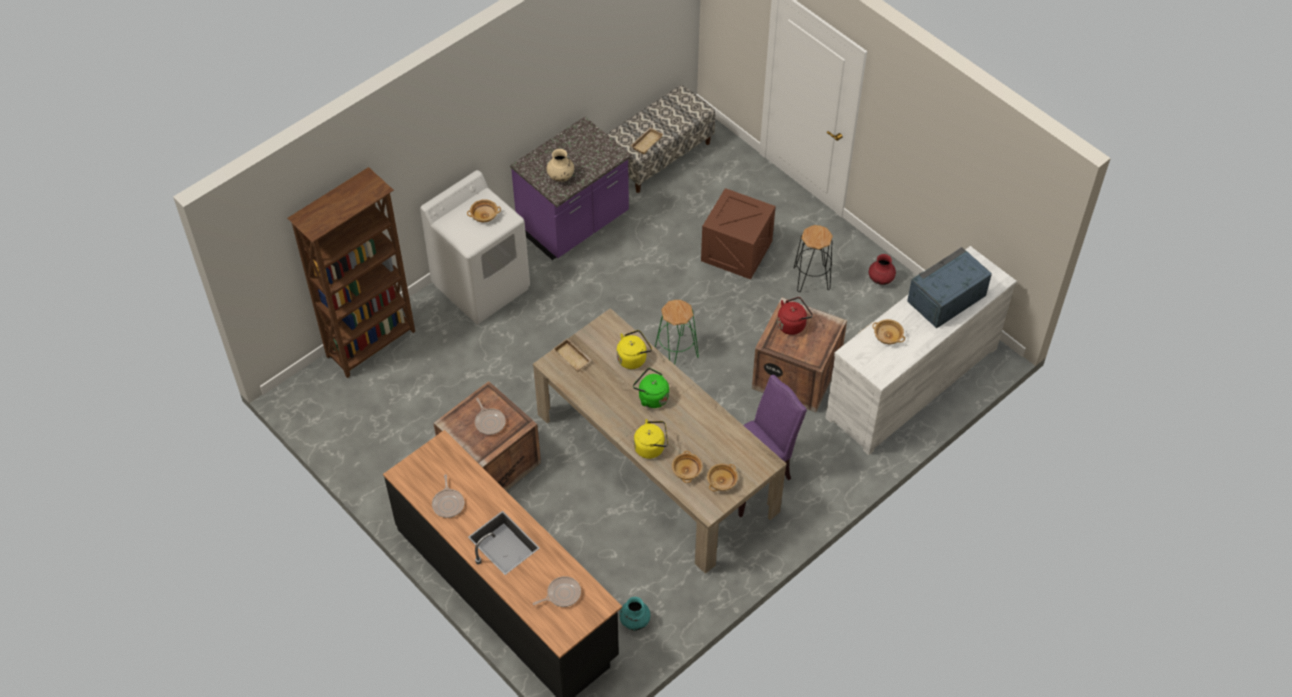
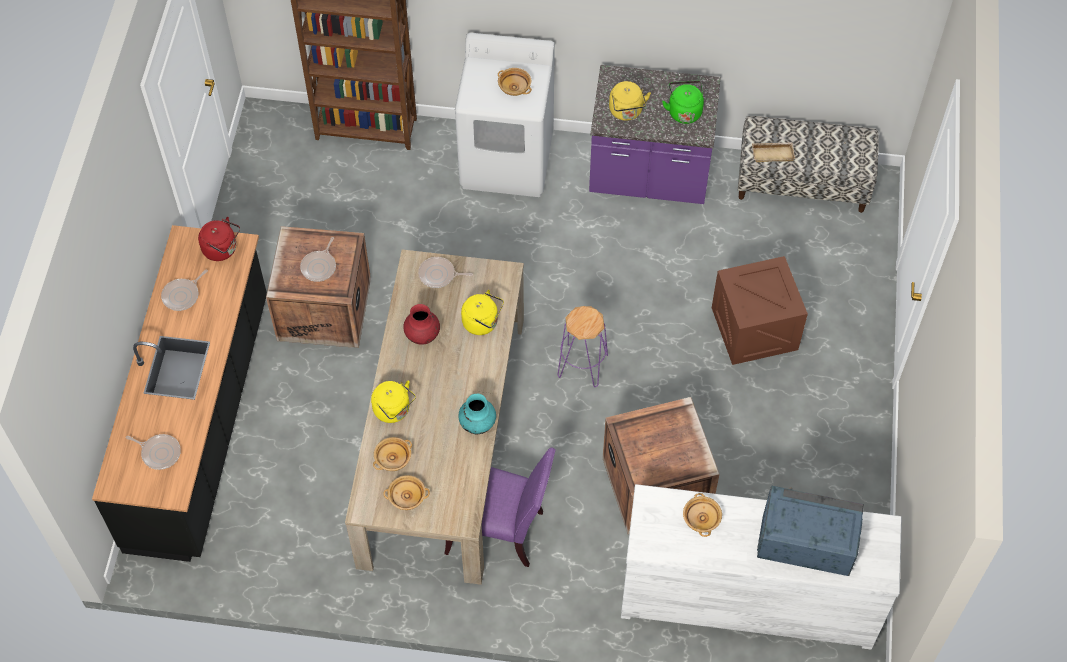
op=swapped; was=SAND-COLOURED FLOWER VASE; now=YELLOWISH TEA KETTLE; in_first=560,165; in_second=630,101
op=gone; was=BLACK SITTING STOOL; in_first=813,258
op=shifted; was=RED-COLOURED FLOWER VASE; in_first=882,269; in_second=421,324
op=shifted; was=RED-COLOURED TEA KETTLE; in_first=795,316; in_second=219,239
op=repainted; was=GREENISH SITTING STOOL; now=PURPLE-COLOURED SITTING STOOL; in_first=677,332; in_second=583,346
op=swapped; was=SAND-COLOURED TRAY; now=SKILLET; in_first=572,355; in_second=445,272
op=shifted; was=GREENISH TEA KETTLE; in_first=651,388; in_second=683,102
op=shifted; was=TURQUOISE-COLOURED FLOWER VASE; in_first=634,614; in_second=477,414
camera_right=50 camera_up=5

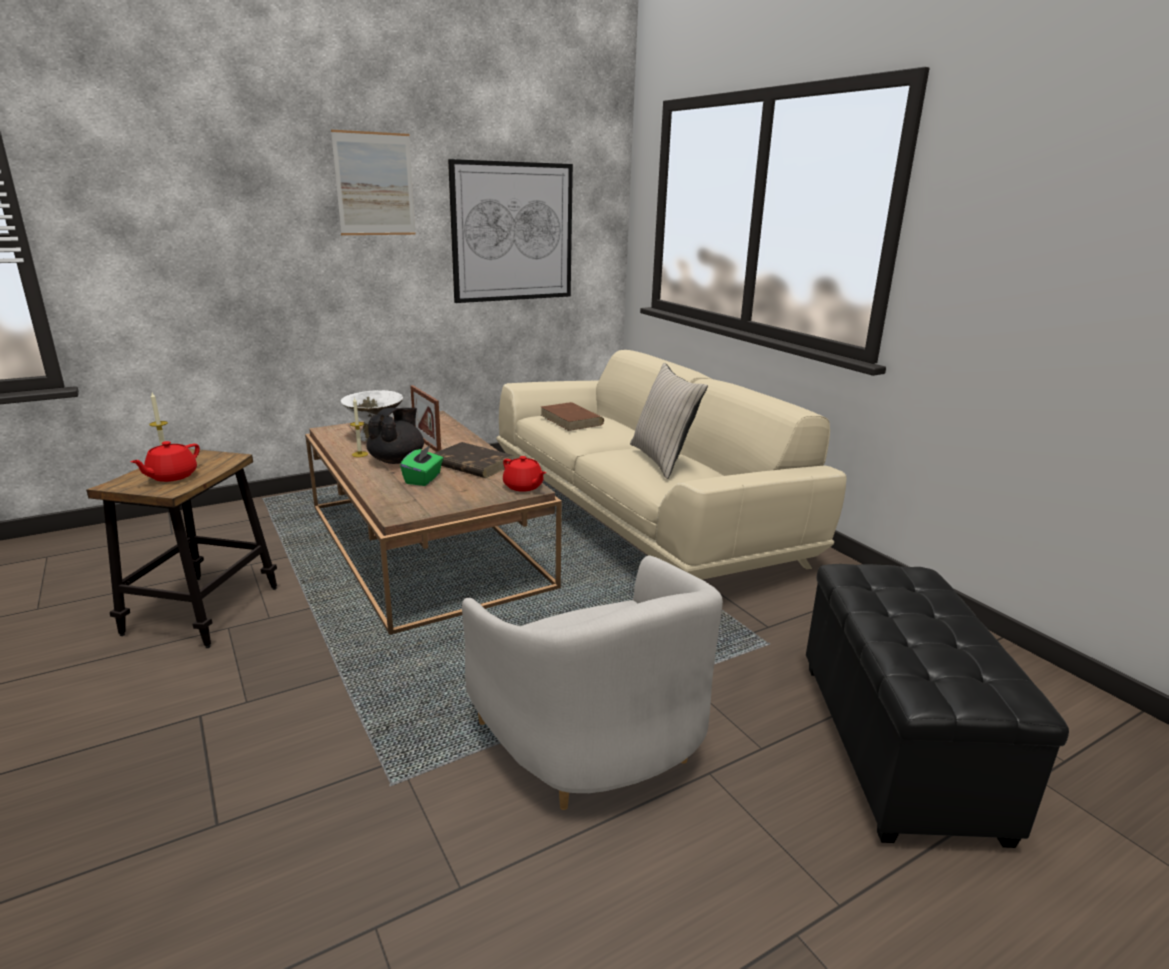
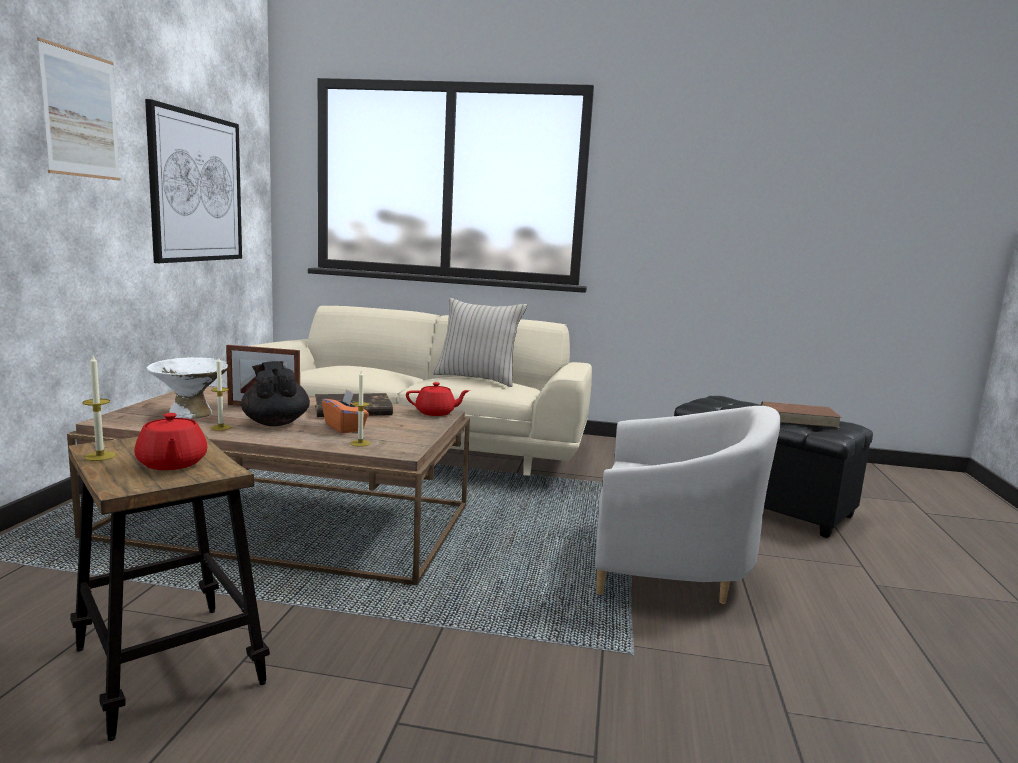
op=shifted; was=BROWN-COLOURED VOLUME; in_first=572,416; in_second=801,414
op=repainted; was=GREENISH BOX OF TISSUES; now=ORANGE BOX OF TISSUES; in_first=421,465; in_second=345,411
op=new; now=WAX CANDLE; in_second=360,409
camera_right=-50 camera_up=-10

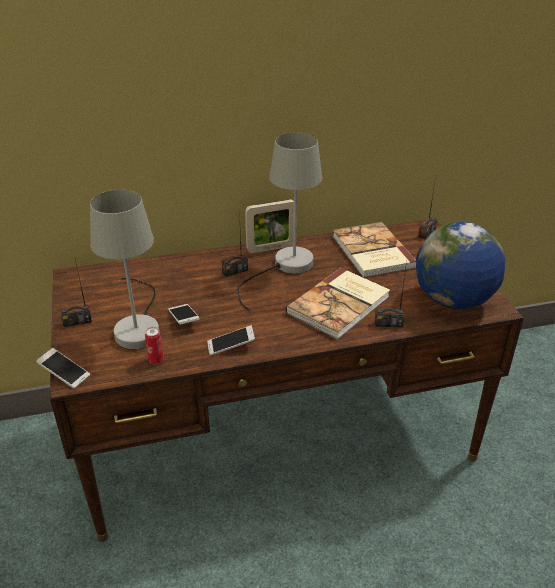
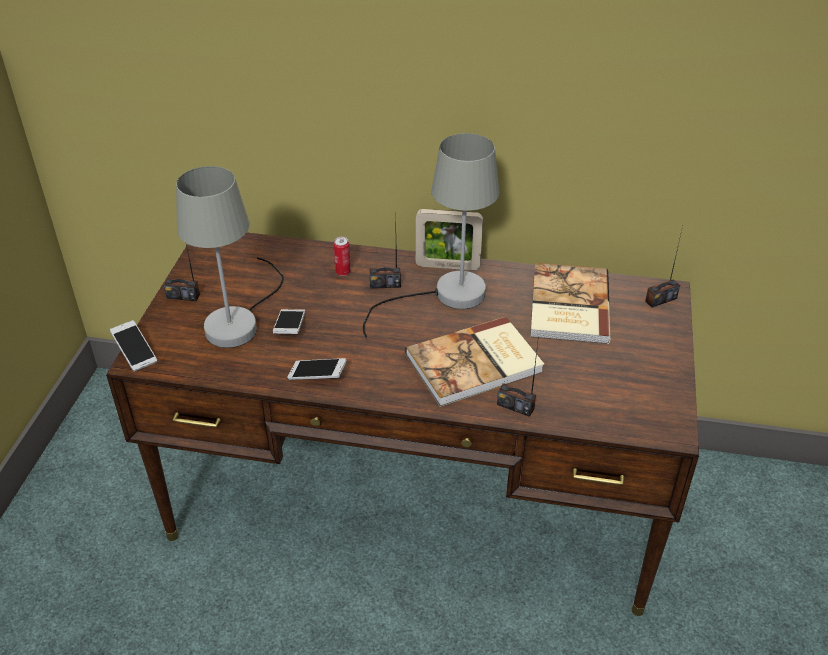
op=gone; was=WORLD GLOBE; in_first=460,265
op=shifted; was=SEALED CAN; in_first=154,345; in_second=342,256
camera_right=25 camera_up=5

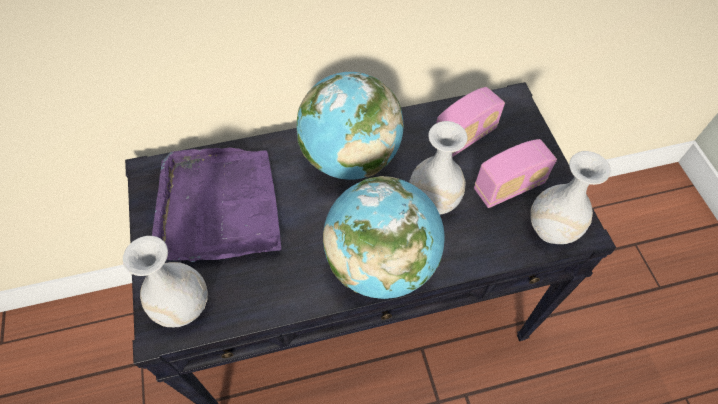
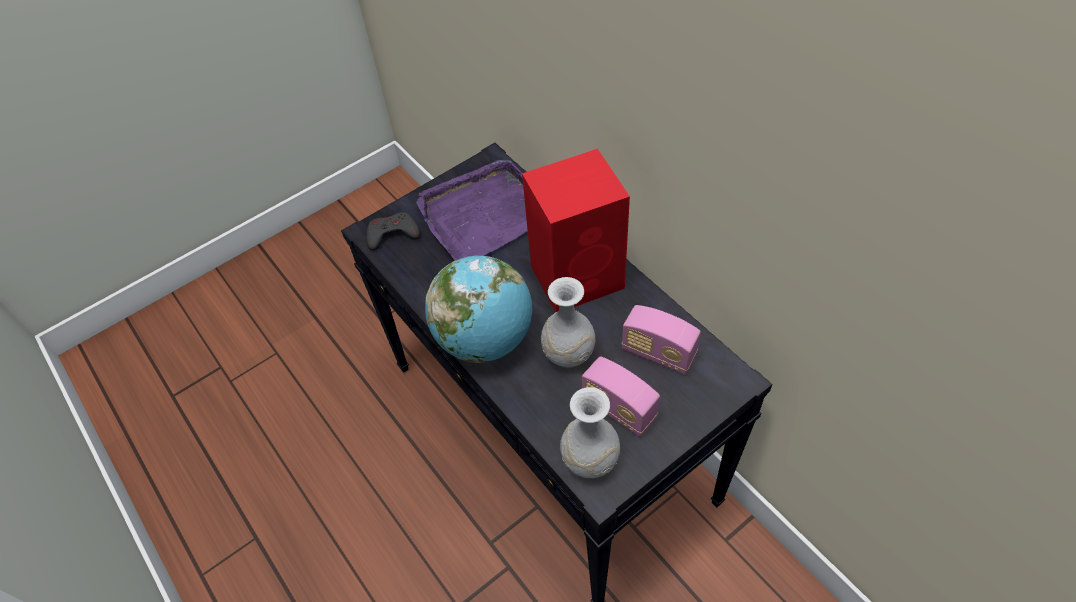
op=swapped; was=WORLD GLOBE; now=RED-COLOURED LOUDSPEAKER; in_first=350,126; in_second=576,230
op=swapped; was=WHITE-COLOURED FLOWER VASE; now=GRAY GAME CONTROLLER; in_first=165,281; in_second=393,231
camera_right=70 camera_up=-5

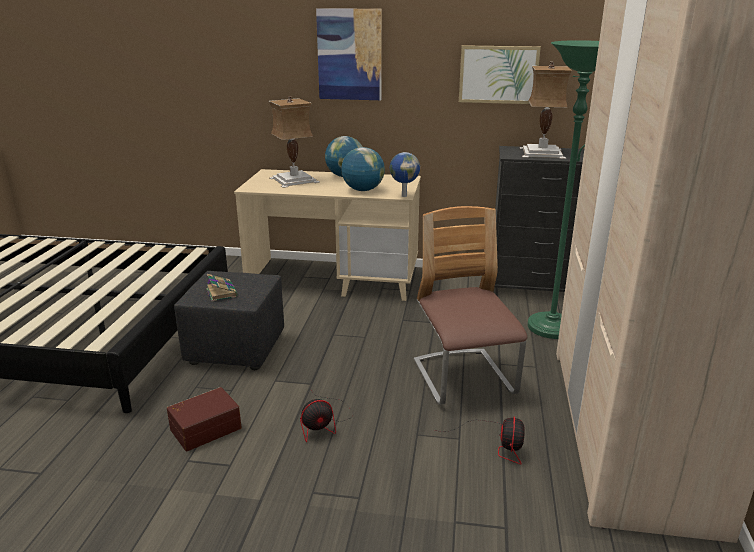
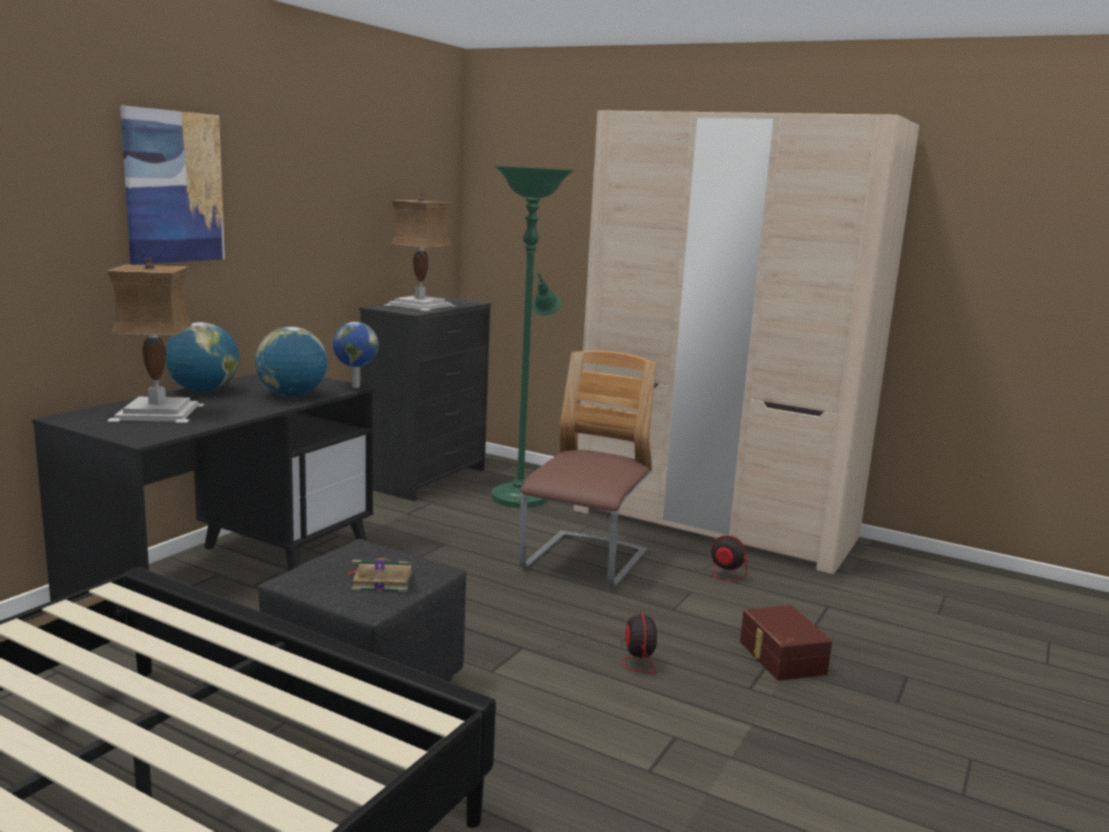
op=gone; was=WALL ART; in_first=500,74
op=repainted; was=SAND-COLOURED DESK UNIT; now=BLACK DESK UNIT; in_first=327,235; in_second=204,487
op=rotated; was=CHAIR; in_first=470,305; in_second=588,468; clockwise=105
op=shifted; was=BROWN-COLOURED STORAGE CONTAINER; in_first=204,419; in_second=786,643
camera_right=-70 camera_up=-10

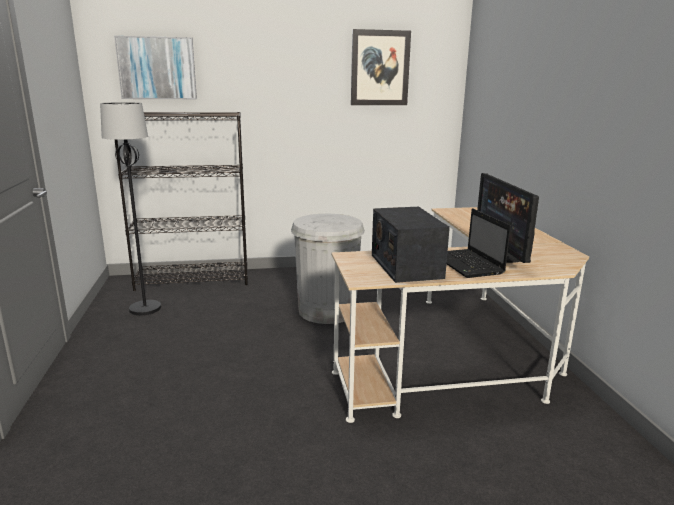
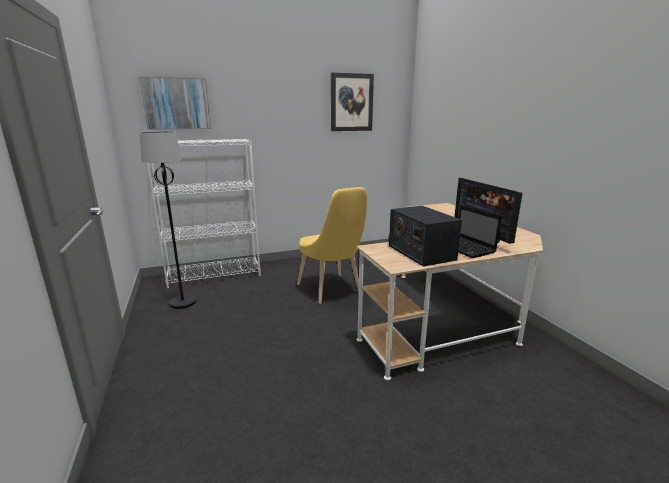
op=repainted; was=BLACK SHELVING UNIT; now=WHITE-COLOURED SHELVING UNIT; in_first=181,201; in_second=204,213
op=swapped; was=WHITE-COLOURED WASTE BIN; now=YELLOWISH CHAIR; in_first=328,269; in_second=332,245
camera_right=-10 camera_up=0

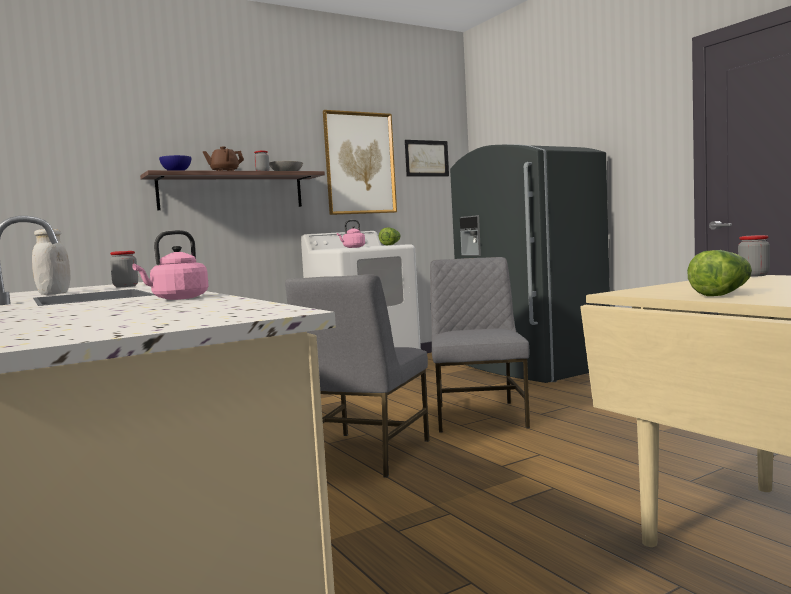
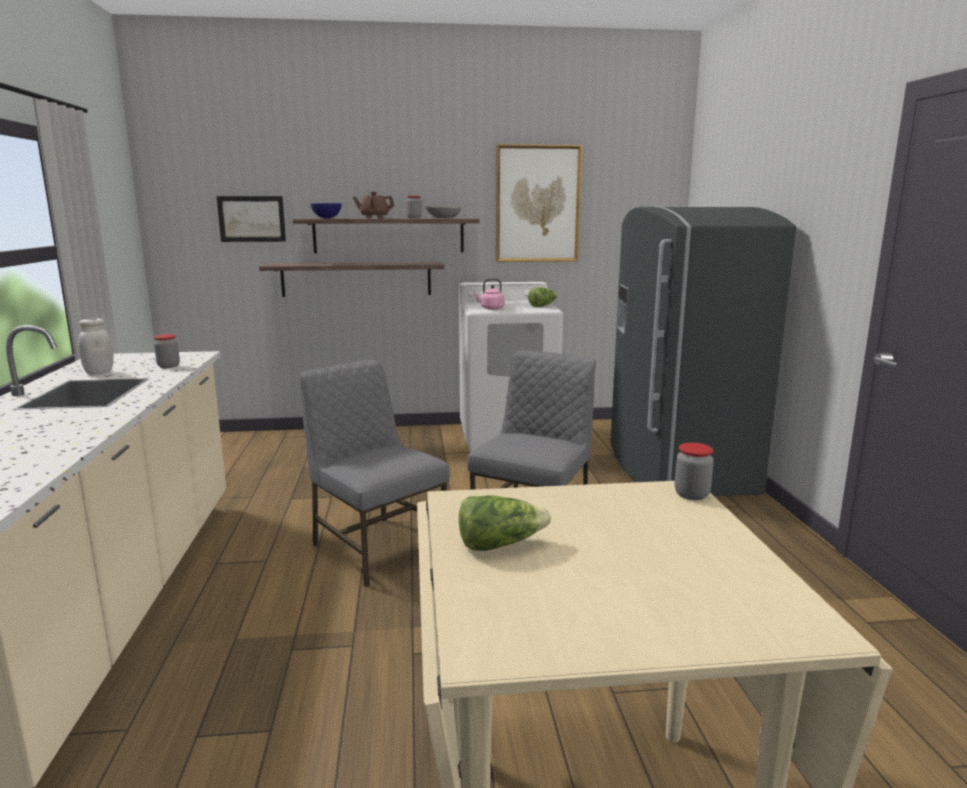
op=shifted; was=WALL ART; in_first=427,158; in_second=251,219
op=gone; was=PINK-COLOURED TEA KETTLE; in_first=170,265
op=rotated; was=GRAY CHAIR; in_first=357,376; in_second=375,473; clockwise=90
op=new; now=SHELF; in_second=352,279
camera_right=25 camera_up=10

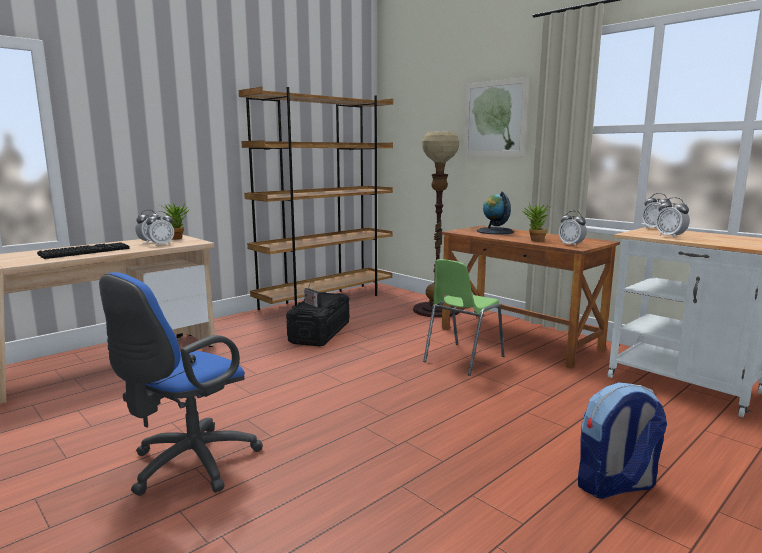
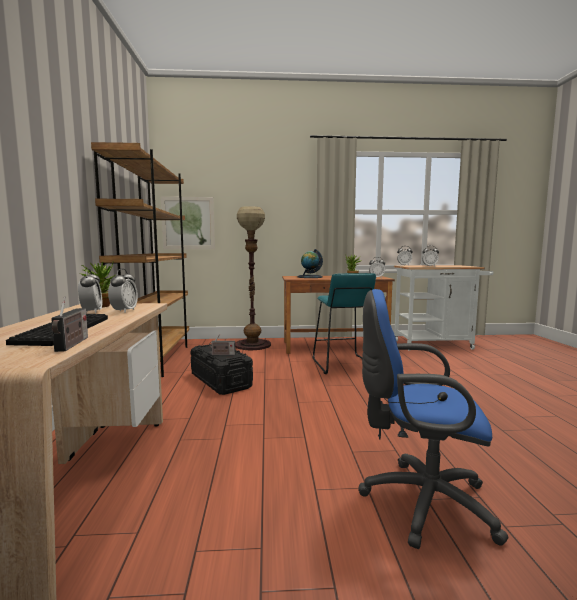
op=shifted; was=WALL ART; in_first=496,116; in_second=188,223
op=swapped; was=GREENISH CHAIR; now=TURQUOISE-COLOURED SITTING STOOL; in_first=463,317; in_second=344,323
op=rotated; was=BLUE-COLOURED OFFICE CHAIR; in_first=181,384; in_second=433,419; clockwise=120
op=gone; was=KNAPSACK; in_first=622,440
op=new; now=RADIO SET; in_second=69,324
camera_right=-50 camera_up=-5

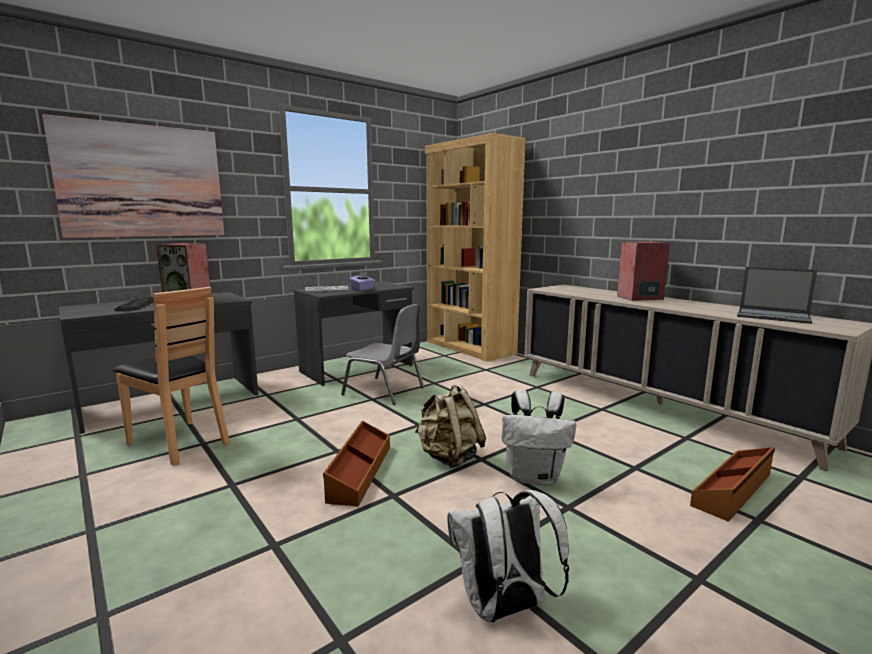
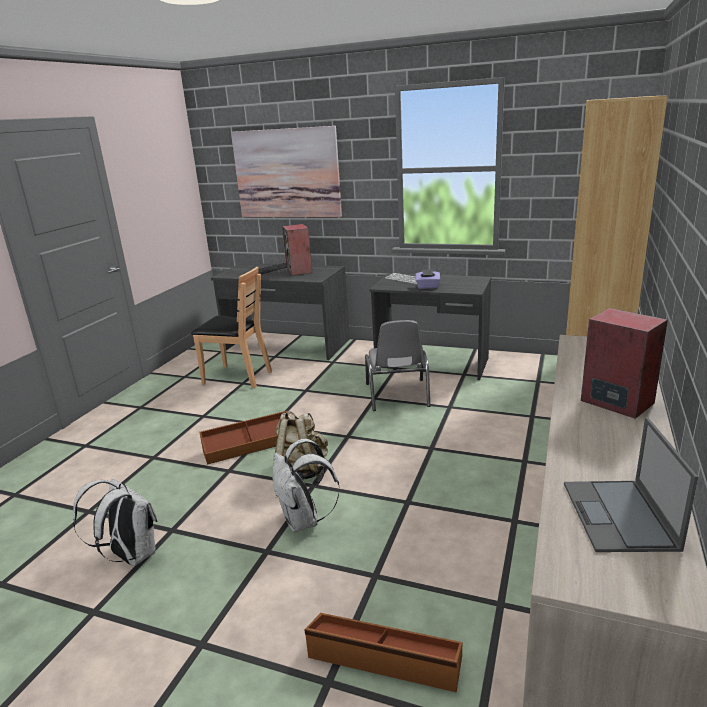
op=rotated; was=BROWN-COLOURED CHAIR; in_first=171,376; in_second=231,327; clockwise=-75
camera_right=60 camera_up=10

